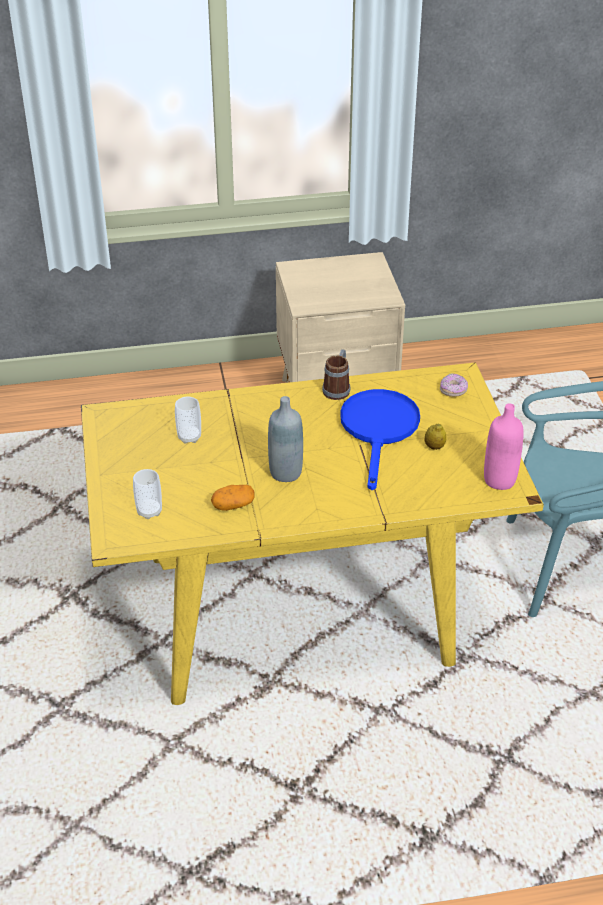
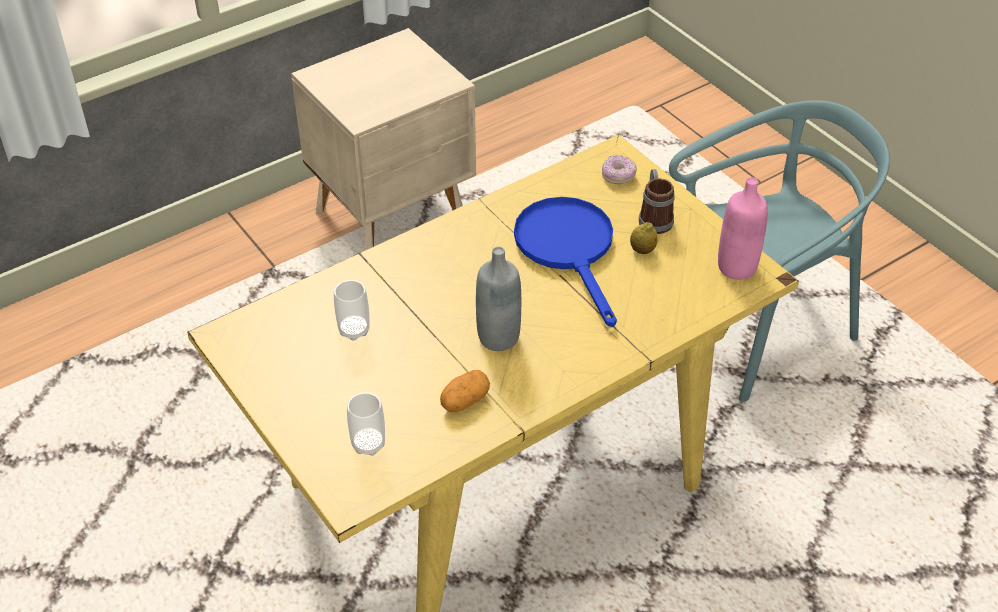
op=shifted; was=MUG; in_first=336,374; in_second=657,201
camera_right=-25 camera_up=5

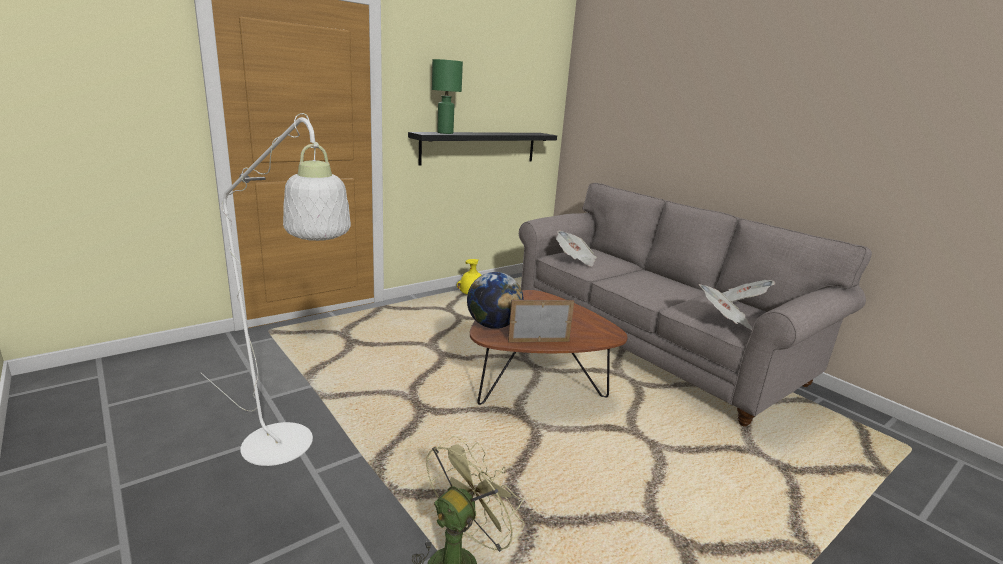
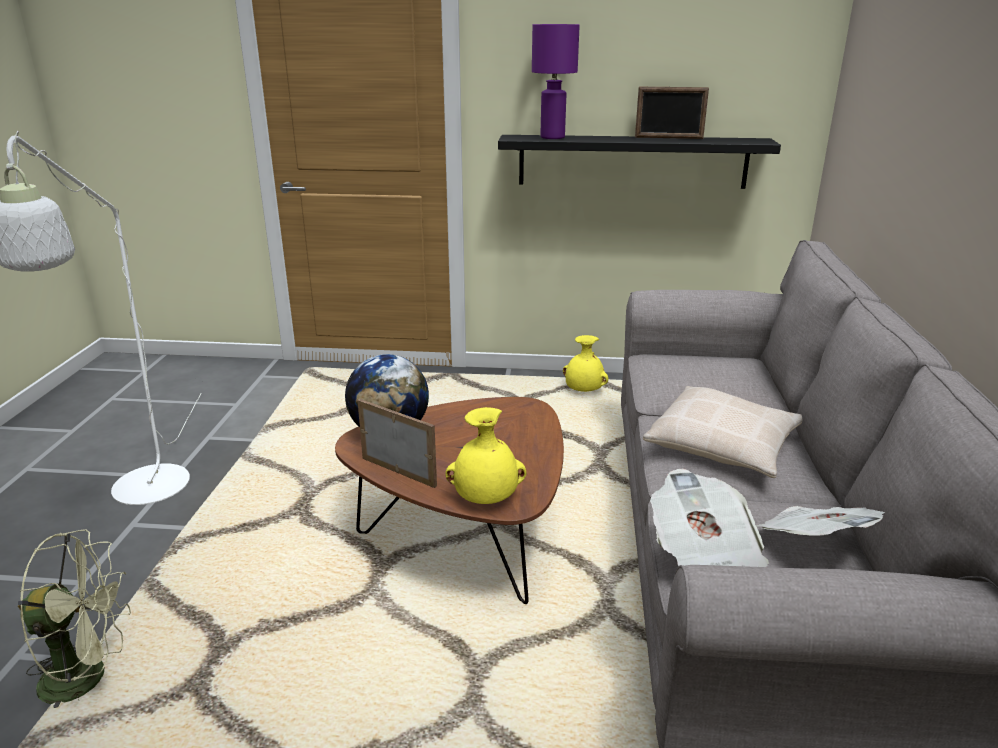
op=repainted; was=GREENISH LAMP FOR A TABLE; now=PURPLE-COLOURED LAMP FOR A TABLE; in_first=447,96; in_second=556,81
op=gone; was=NEWSPAPER; in_first=576,249
op=new; now=PHOTO FRAME; in_second=672,113
op=new; now=SAND-COLOURED CUSHION; in_second=722,432
op=new; now=YELLOWISH FLOWER VASE; in_second=485,455
camera_right=45 camera_up=5

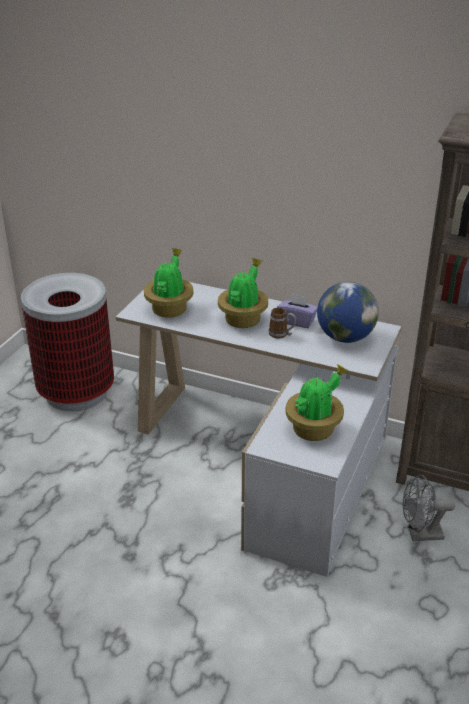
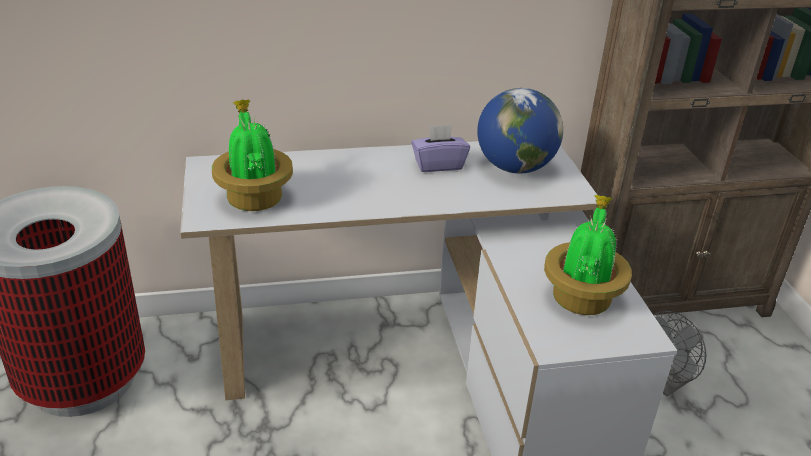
op=gone; was=HOUSEPLANT; in_first=243,293
op=gone; was=MUG; in_first=282,323
camera_right=-35 camera_up=0

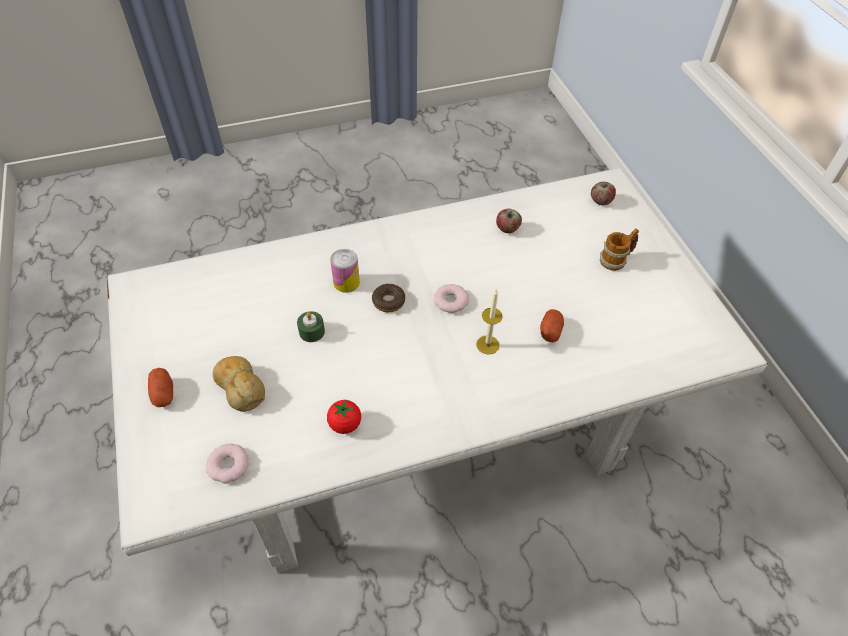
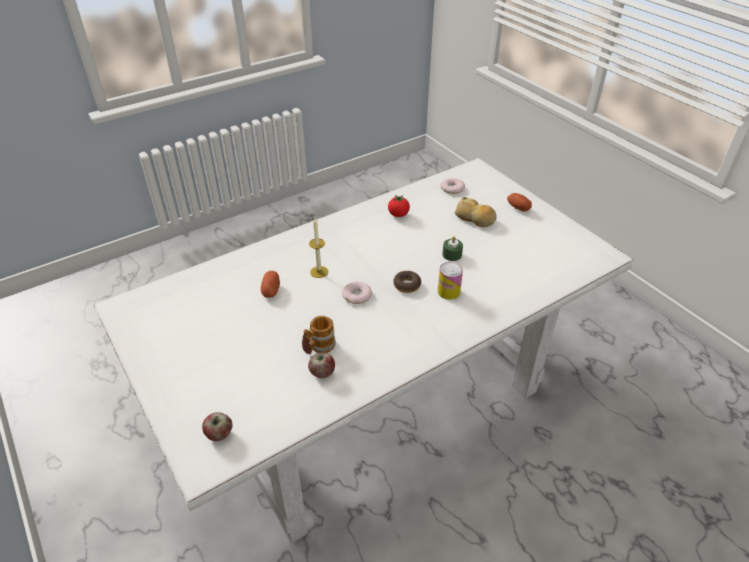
op=shifted; was=MUG; in_first=619,250; in_second=319,335
camera_right=165 camera_up=-10

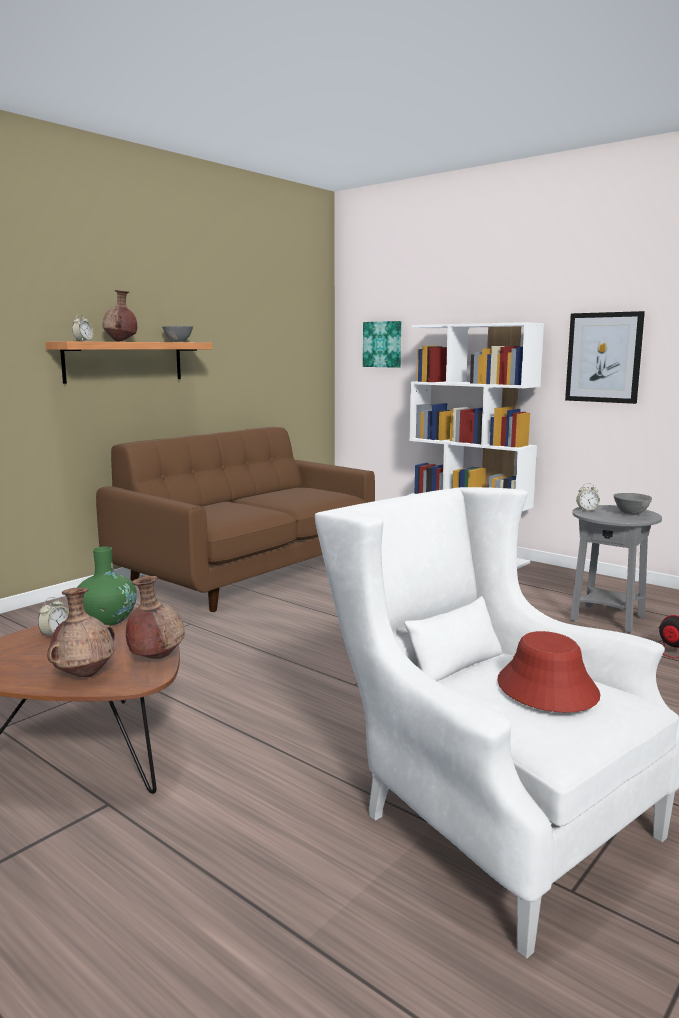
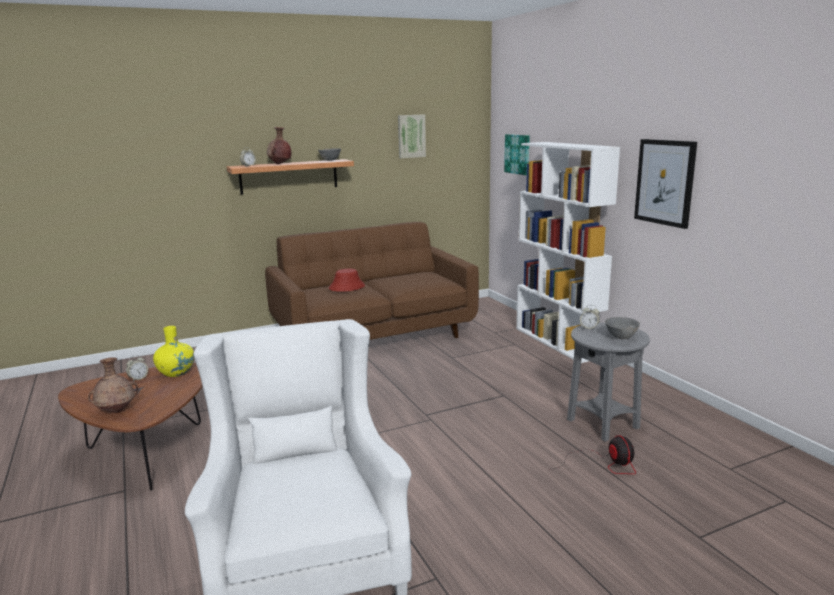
op=repainted; was=GREENISH FLOWER VASE; now=YELLOWISH FLOWER VASE; in_first=107,586; in_second=173,351
op=gone; was=BROWN-COLOURED FLOWER VASE; in_first=155,617
op=shifted; was=RED-COLOURED HAT; in_first=548,672; in_second=347,280
op=new; now=WALL ART; in_second=412,136
camera_right=25 camera_up=5

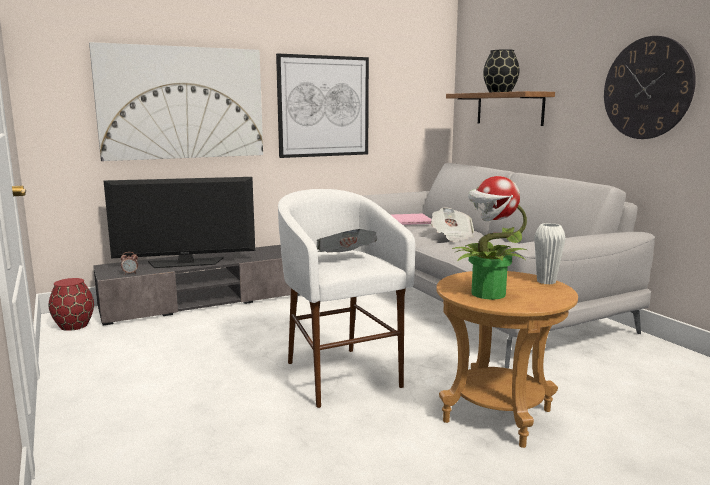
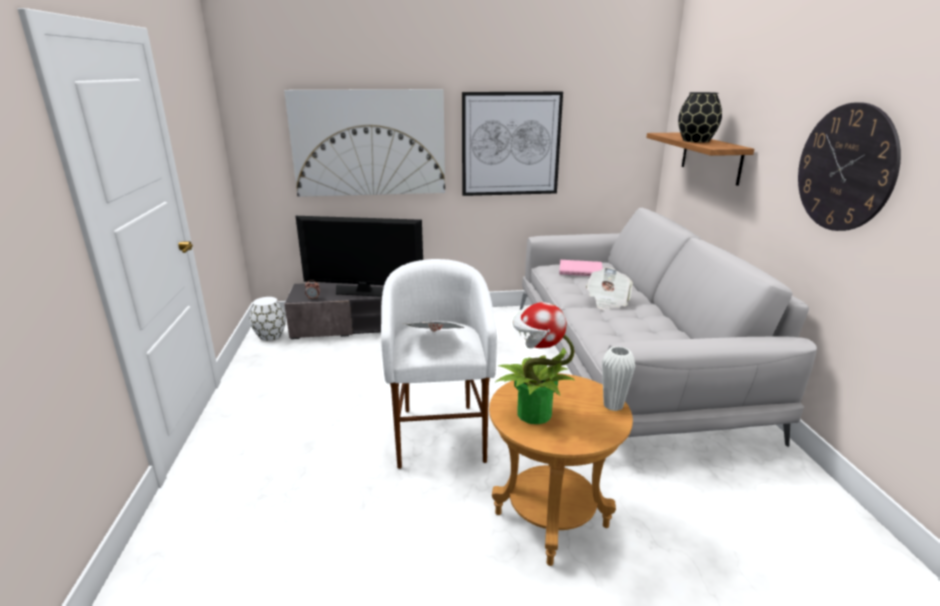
op=repainted; was=RED-COLOURED FLOWER VASE; now=WHITE-COLOURED FLOWER VASE; in_first=71,304; in_second=268,319
camera_right=20 camera_up=10

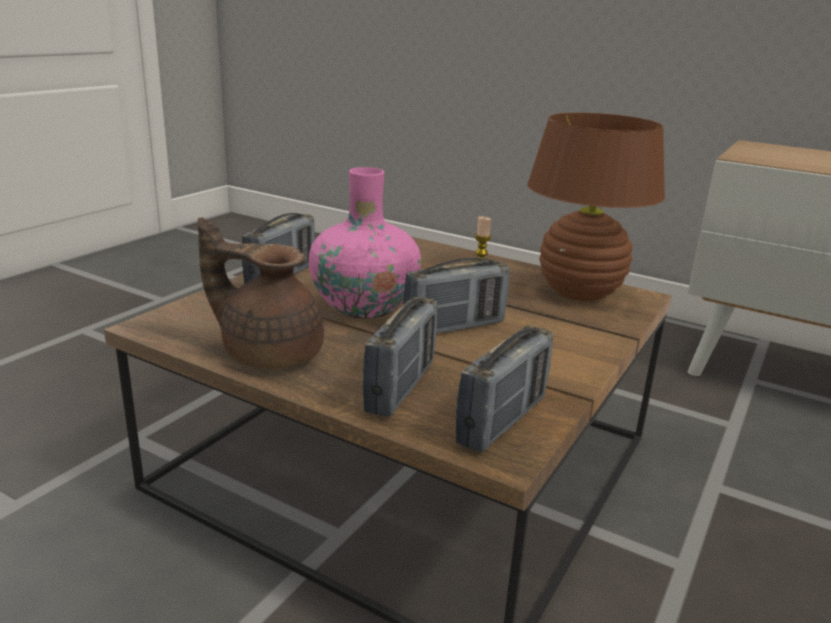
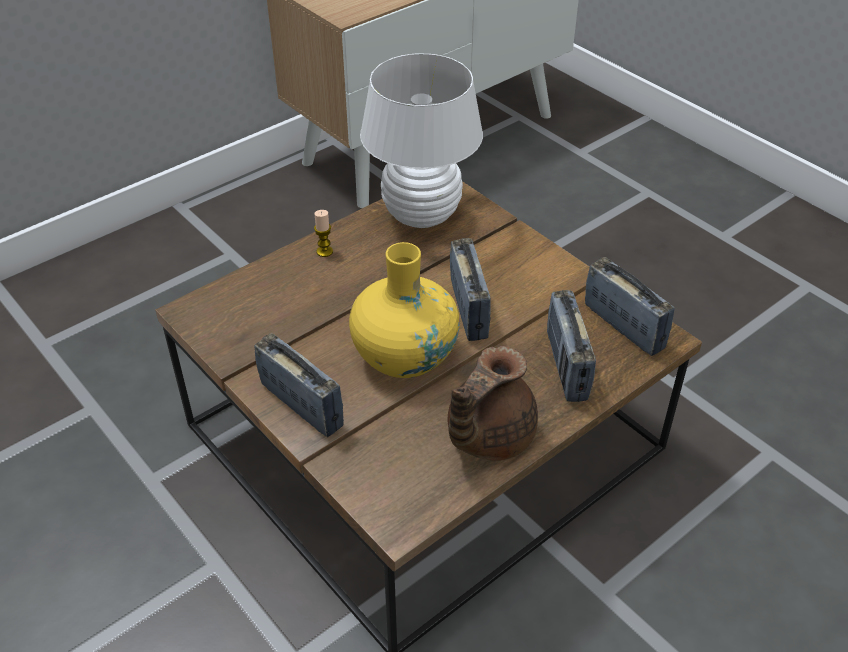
op=repainted; was=BROWN-COLOURED LAMP FOR A TABLE; now=WHITE-COLOURED LAMP FOR A TABLE; in_first=596,207; in_second=421,140
op=repainted; was=PINK-COLOURED FLOWER VASE; now=YELLOWISH FLOWER VASE; in_first=365,243; in_second=404,310
op=rotated; was=RADIO SET; in_first=399,357; in_second=571,346; clockwise=-135
camera_right=-70 camera_up=20

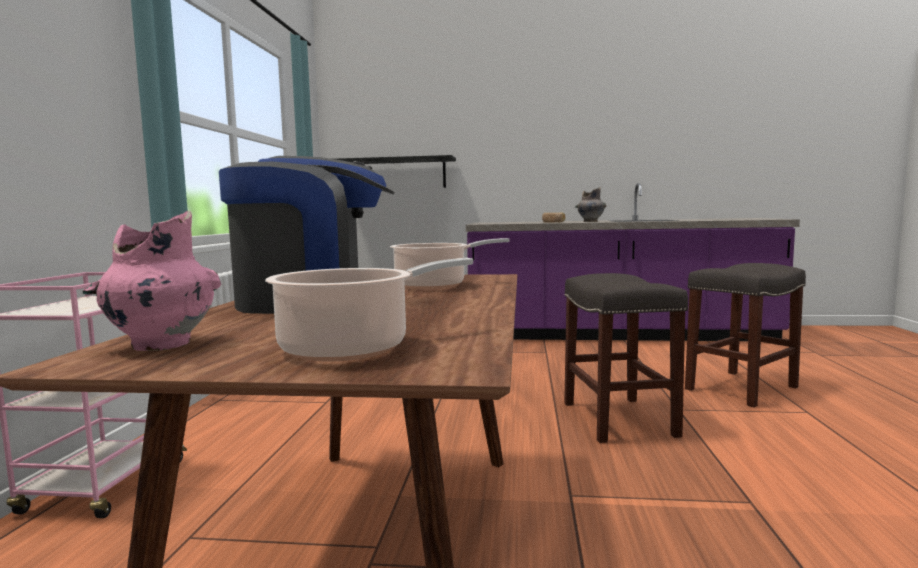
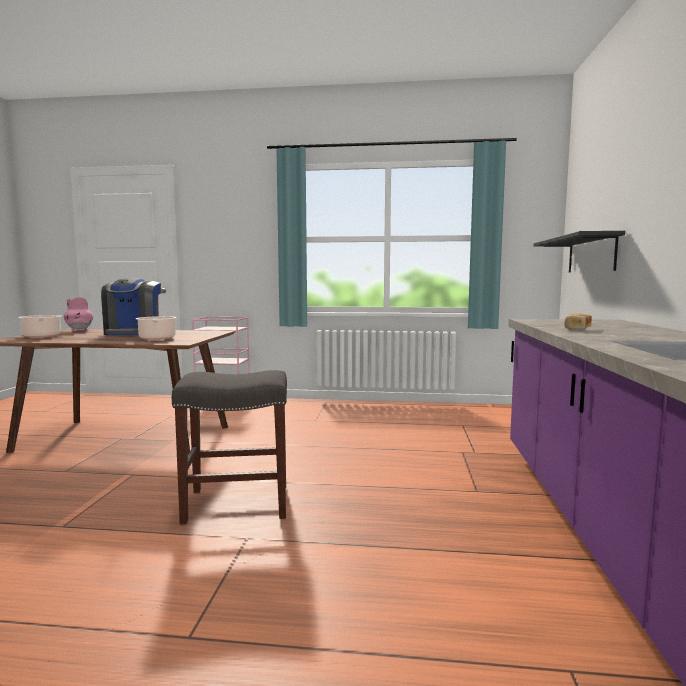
op=gone; was=GRAY FLOWER VASE; in_first=590,204
op=gone; was=GRAY SITTING STOOL; in_first=745,335
camera_right=90 camera_up=0

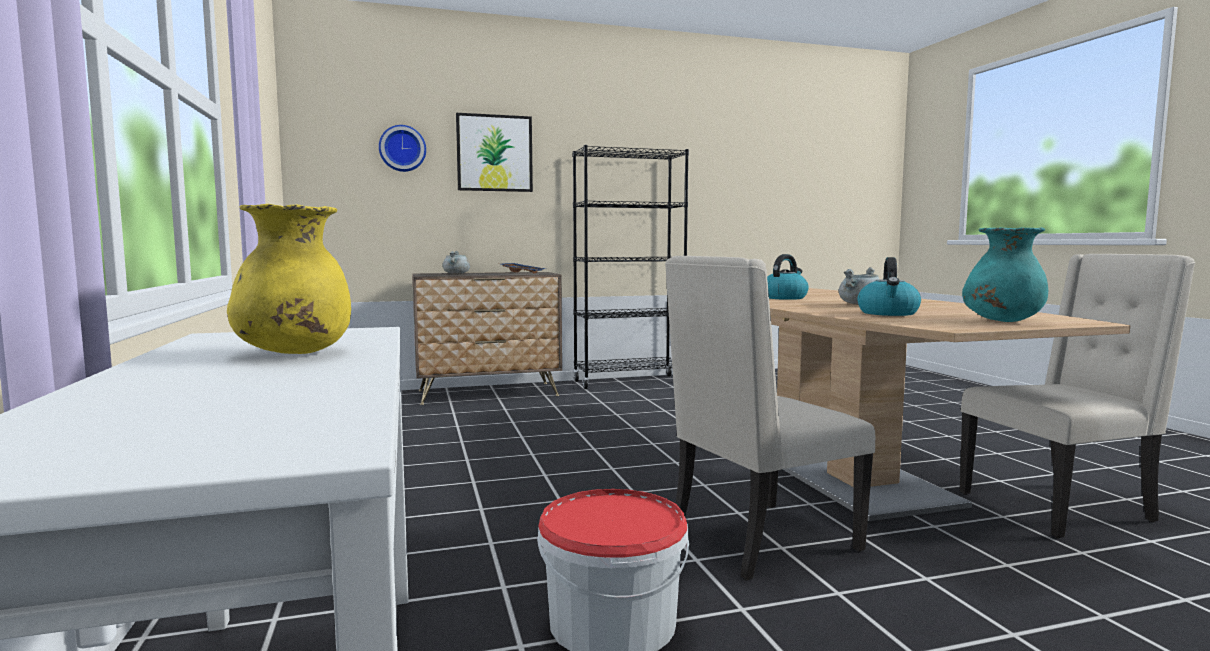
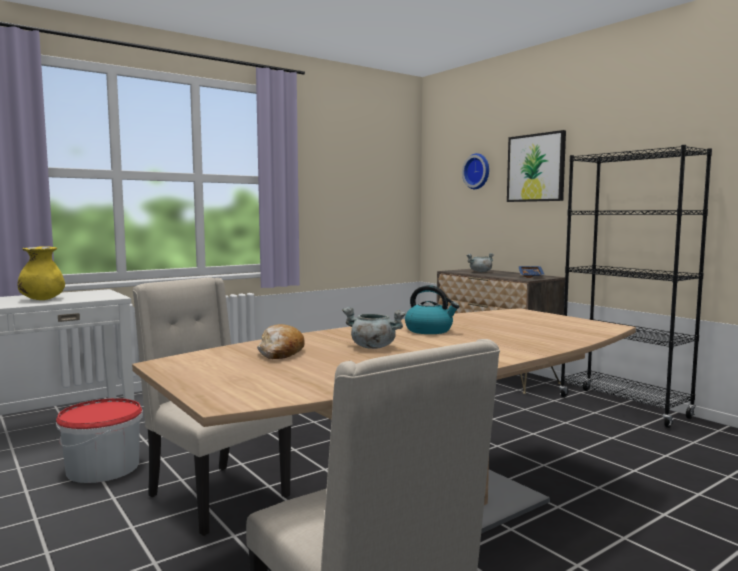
op=gone; was=TURQUOISE-COLOURED FLOWER VASE; in_first=1005,274
op=swapped; was=TEA KETTLE; now=BREAD; in_first=889,286; in_second=281,341
camera_right=70 camera_up=0

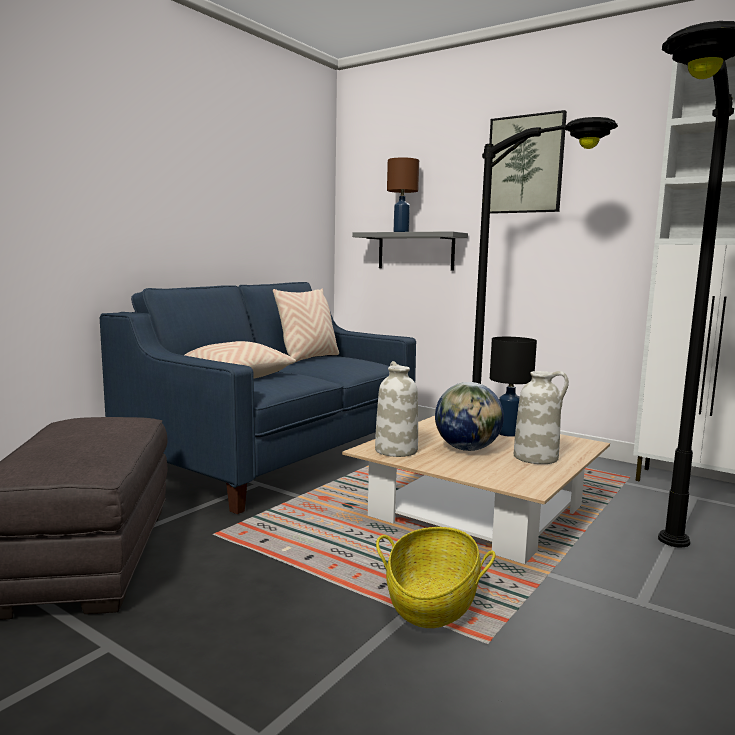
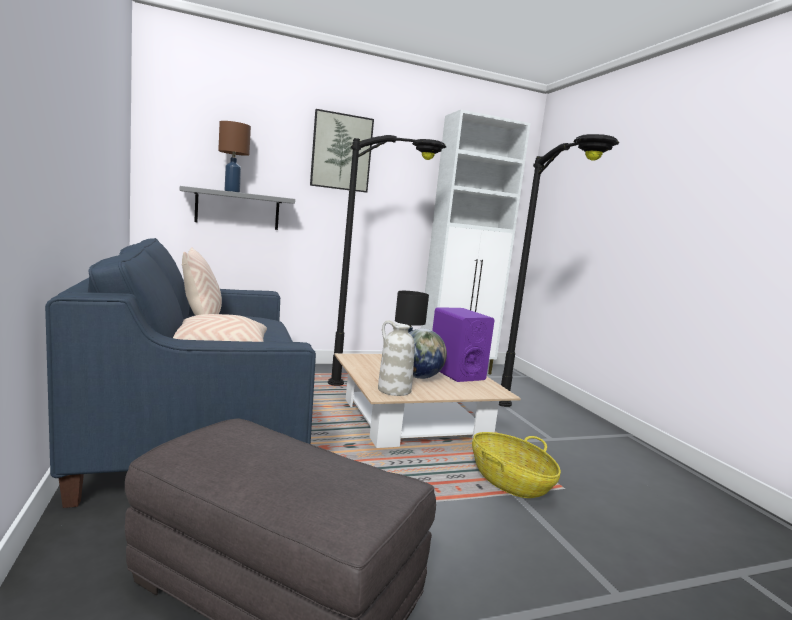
op=swapped; was=WHITE-COLOURED FLOWER VASE; now=PURPLE-COLOURED LOUDSPEAKER; in_first=541,417; in_second=463,344
camera_right=-55 camera_up=0

